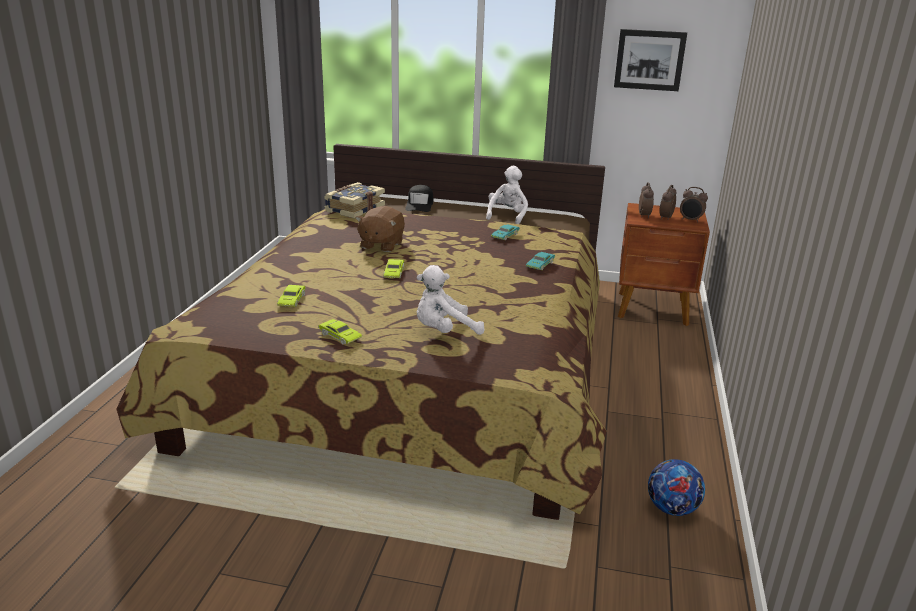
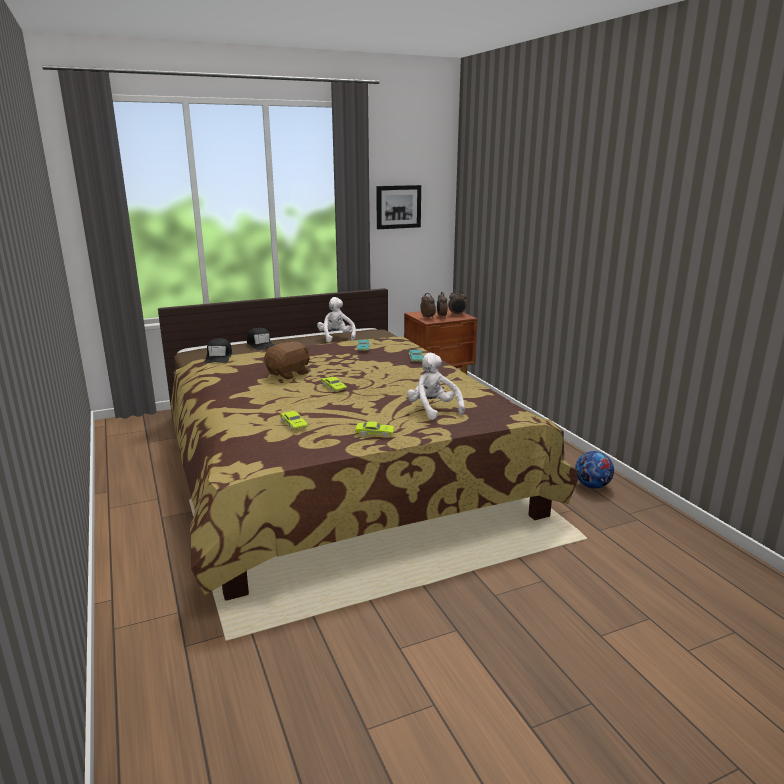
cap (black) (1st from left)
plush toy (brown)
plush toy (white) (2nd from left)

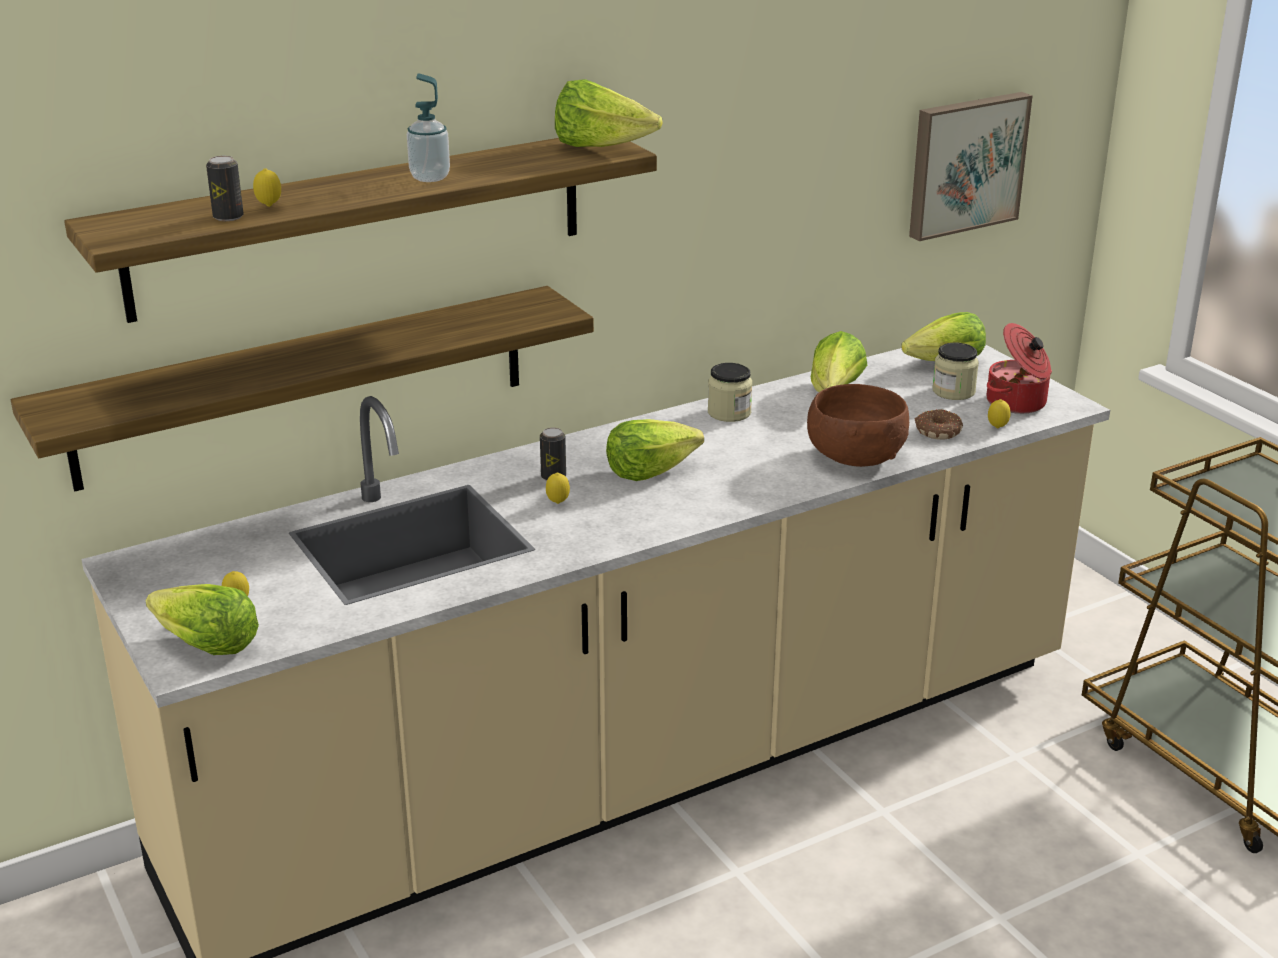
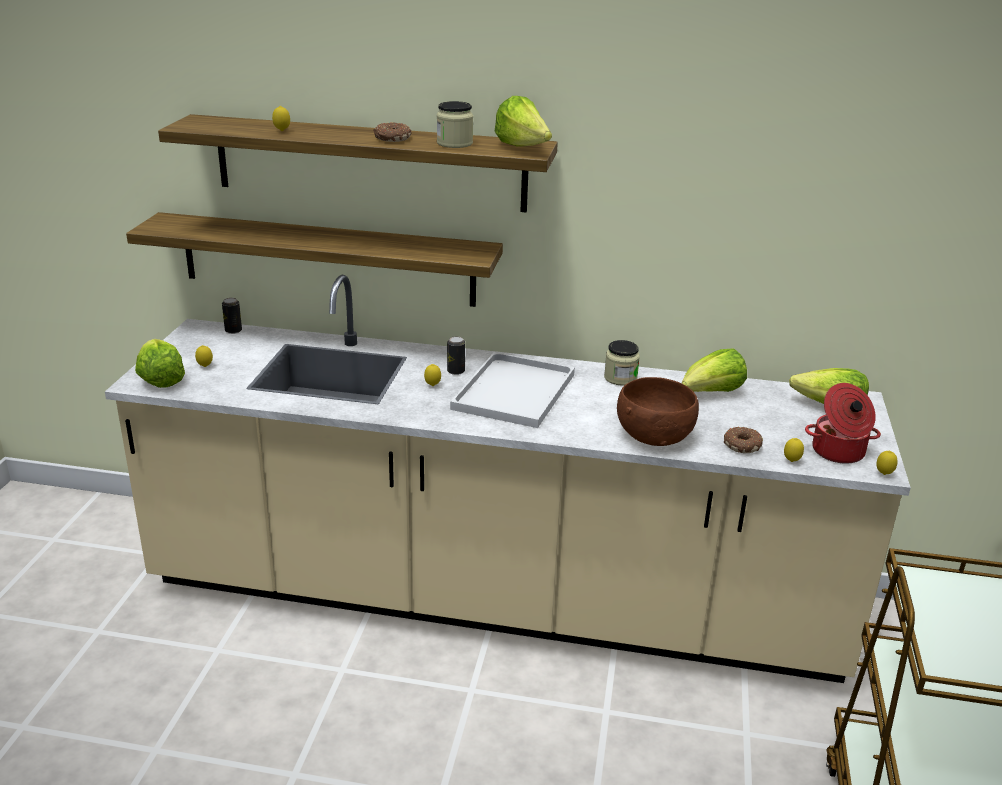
can (1st from left)
donut (1st from left)
tray (white)
picture
jar (1st from left)
lemon (5th from left)

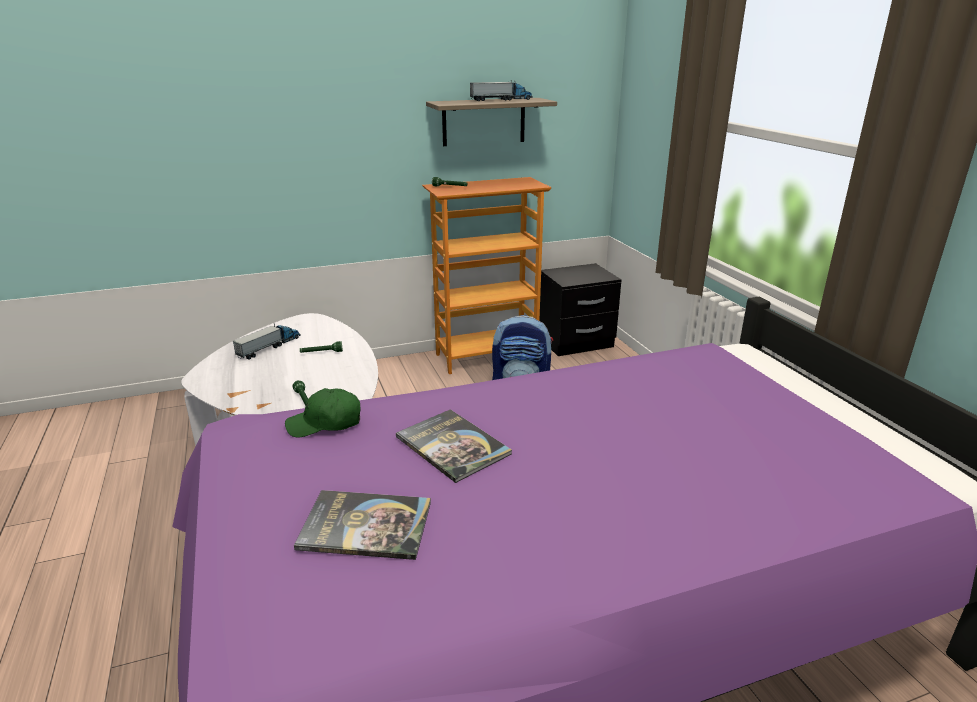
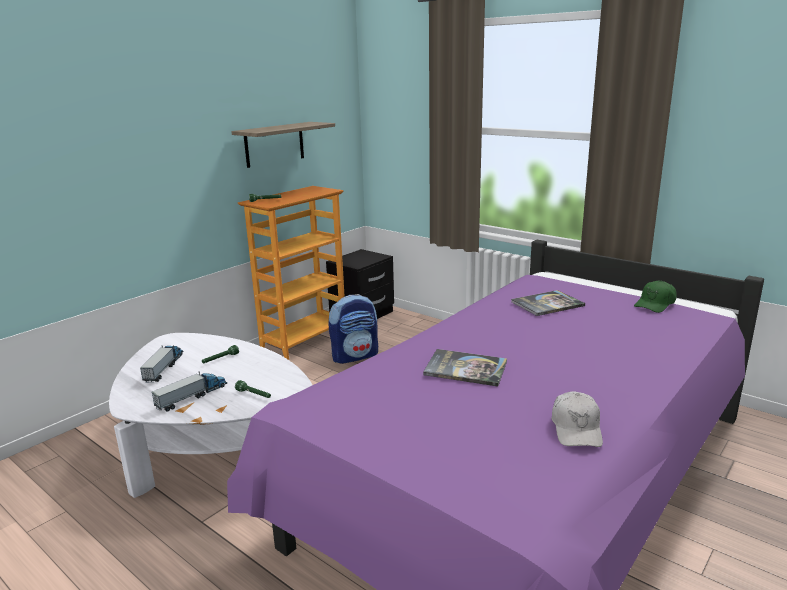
cap (green)
book (2nd from left)
toy truck (2nd from left)
cap (white)

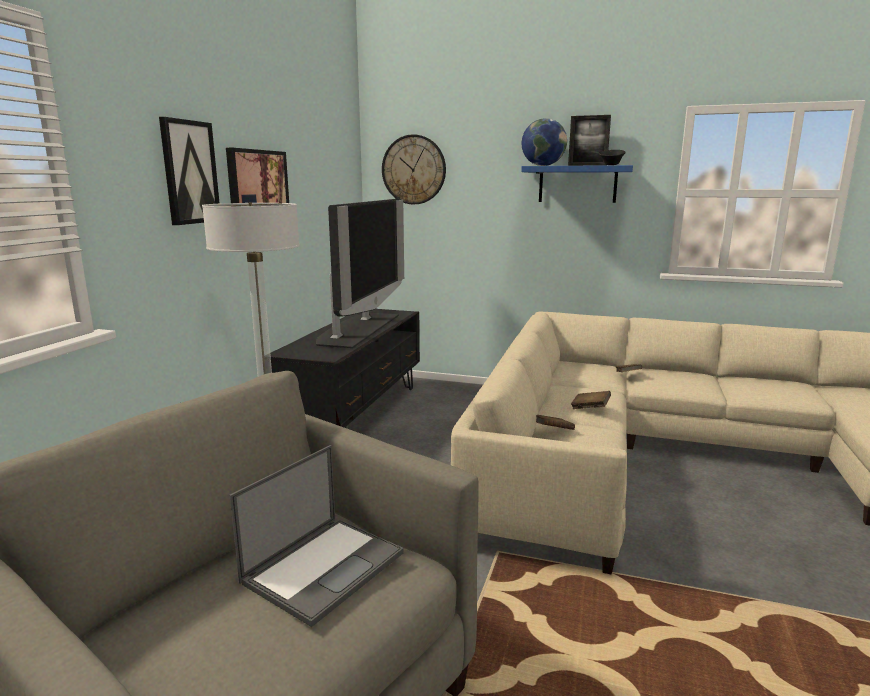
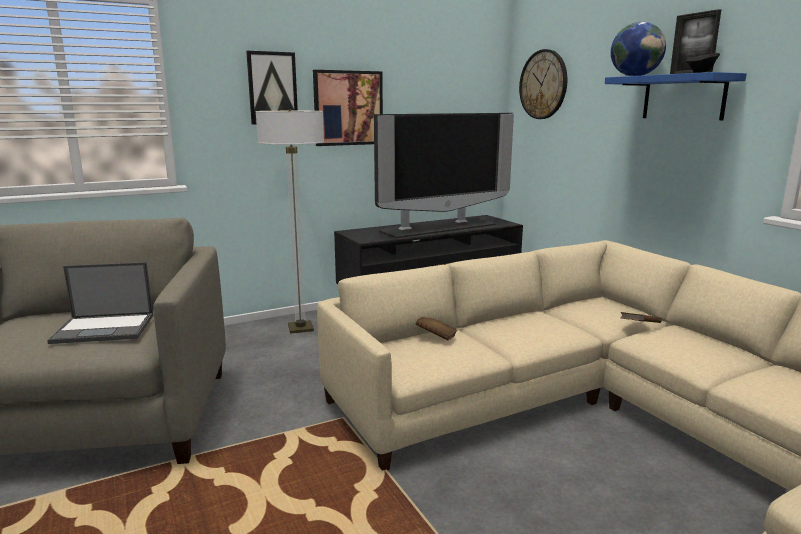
book (brown) (2nd from left in the first image)

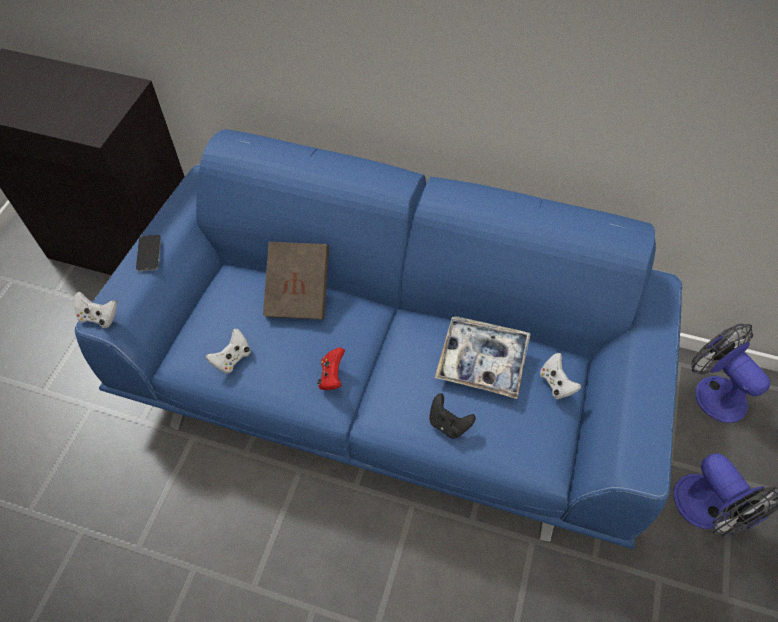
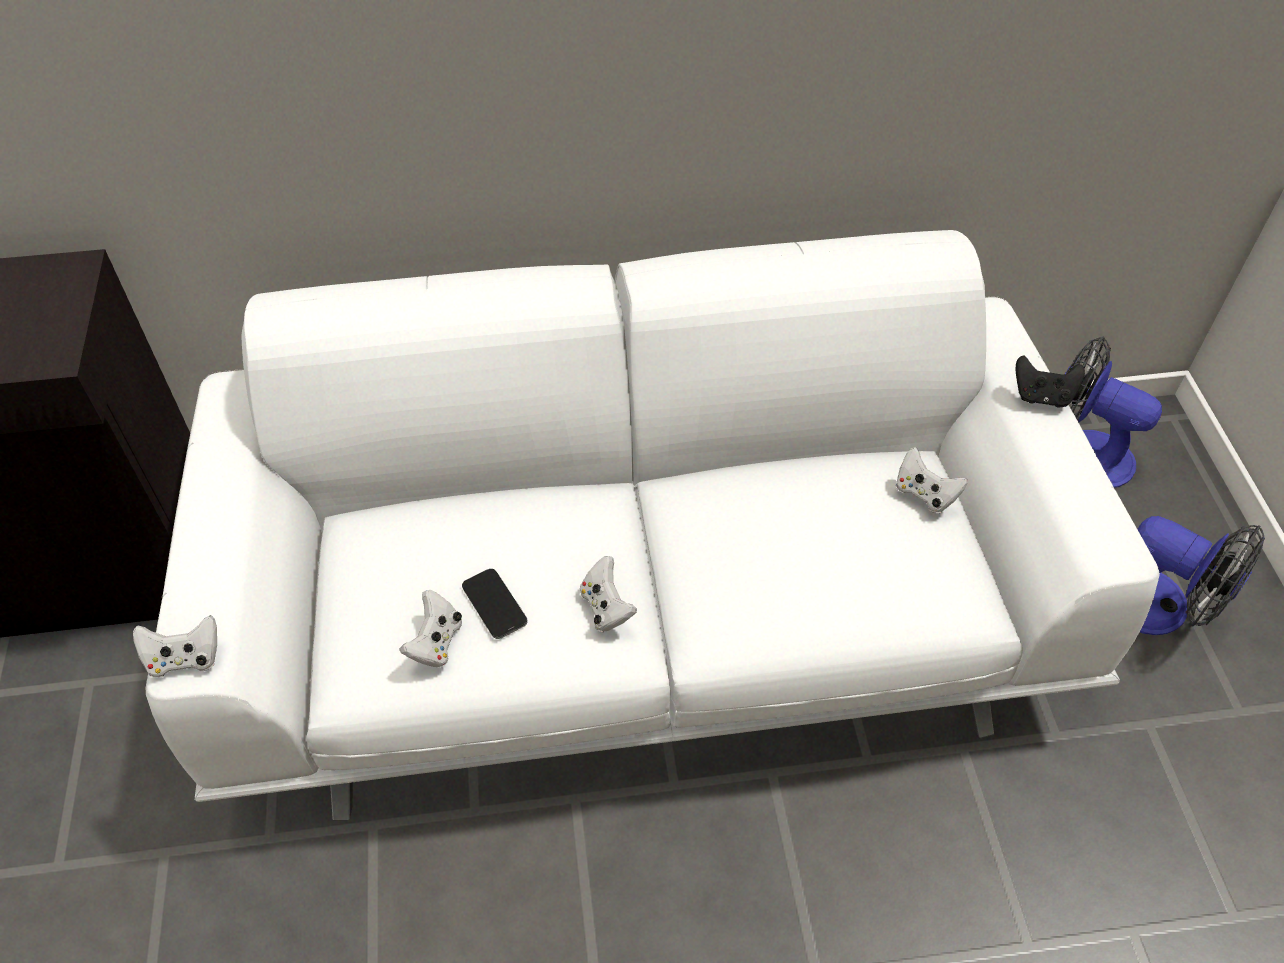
sofa (white)
phone
book (brown)
game controller (white) (3rd from left)
game controller (black)
tray

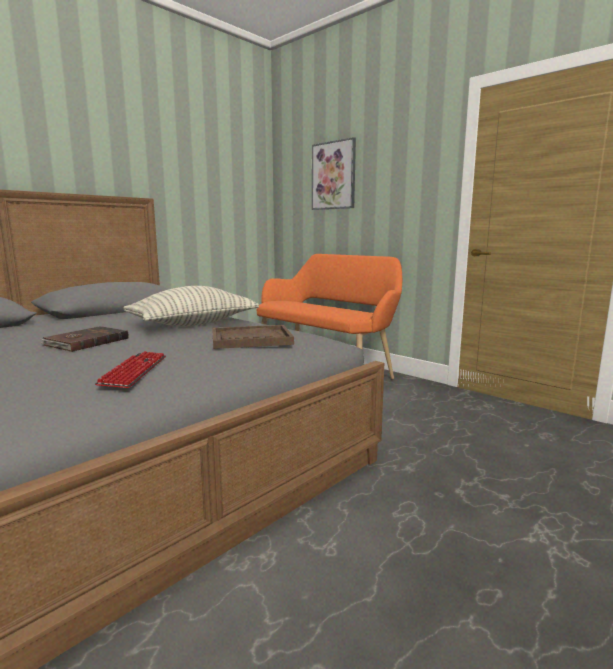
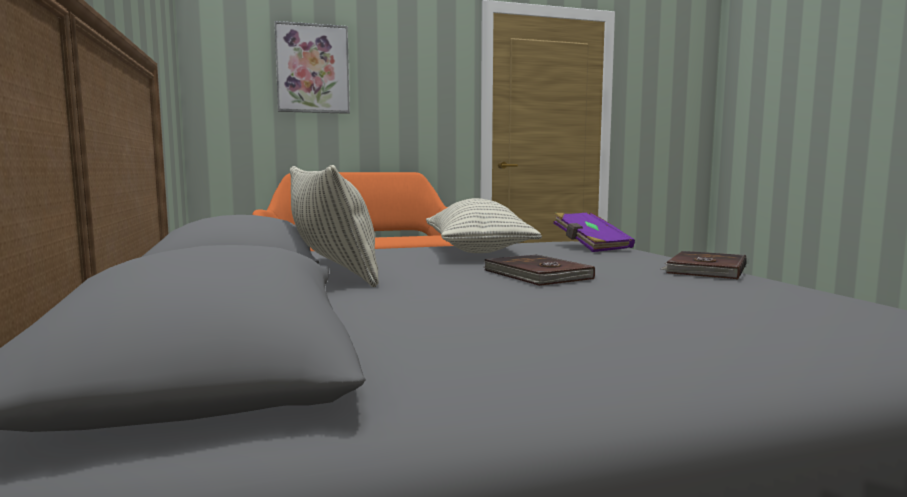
book (brown) (2nd from left)
book (purple)
pillow (1st from left)

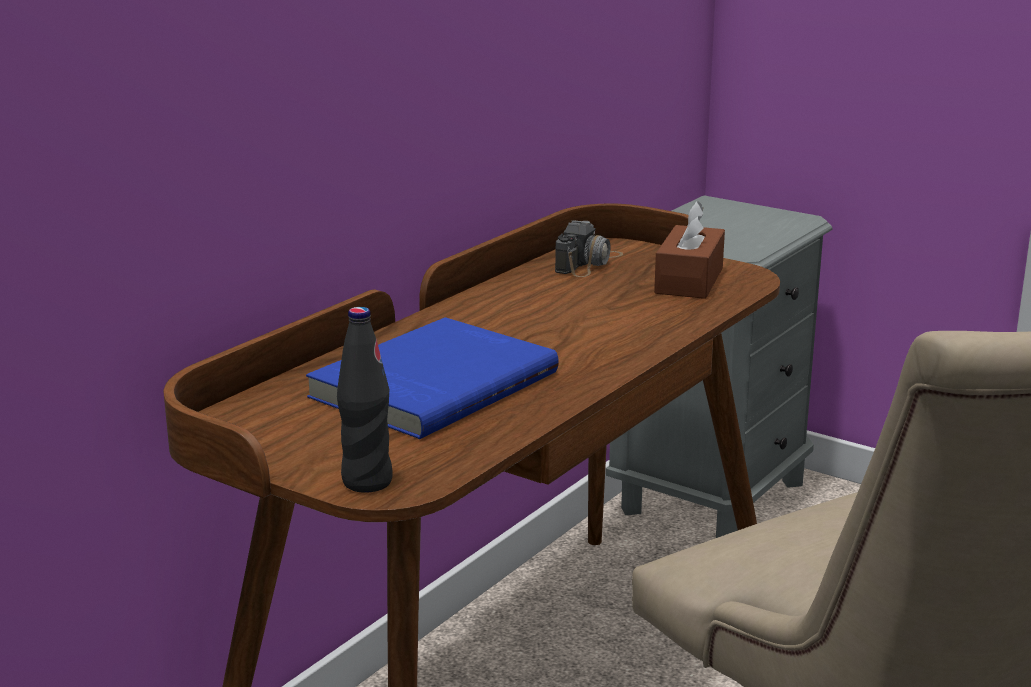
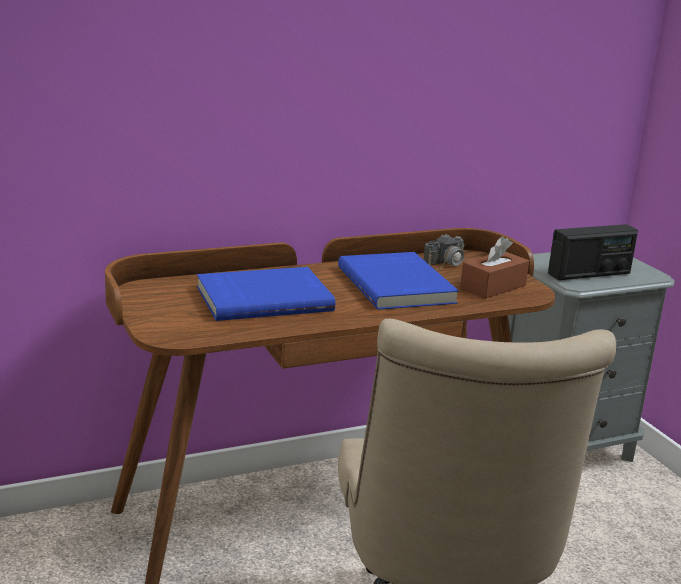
bottle (black)
book (blue) (2nd from left)
radio

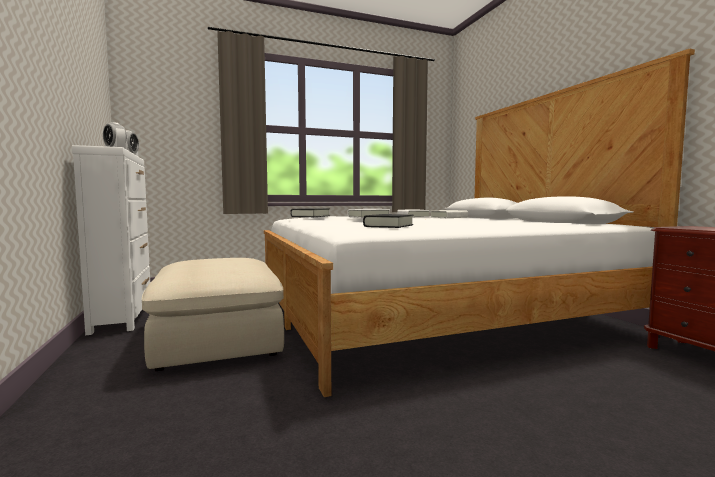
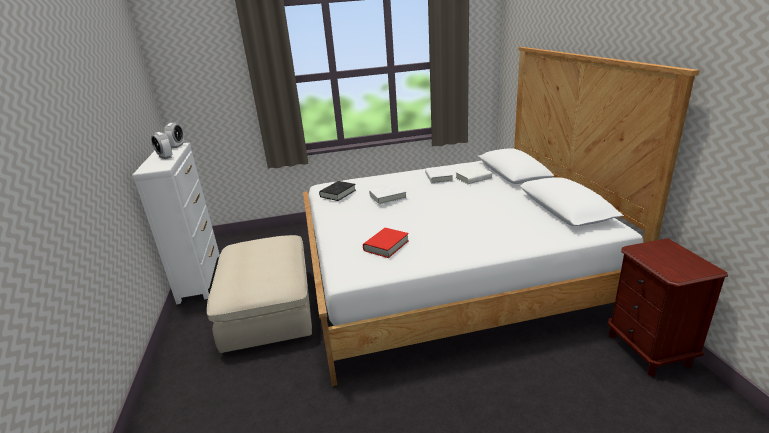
book (red)

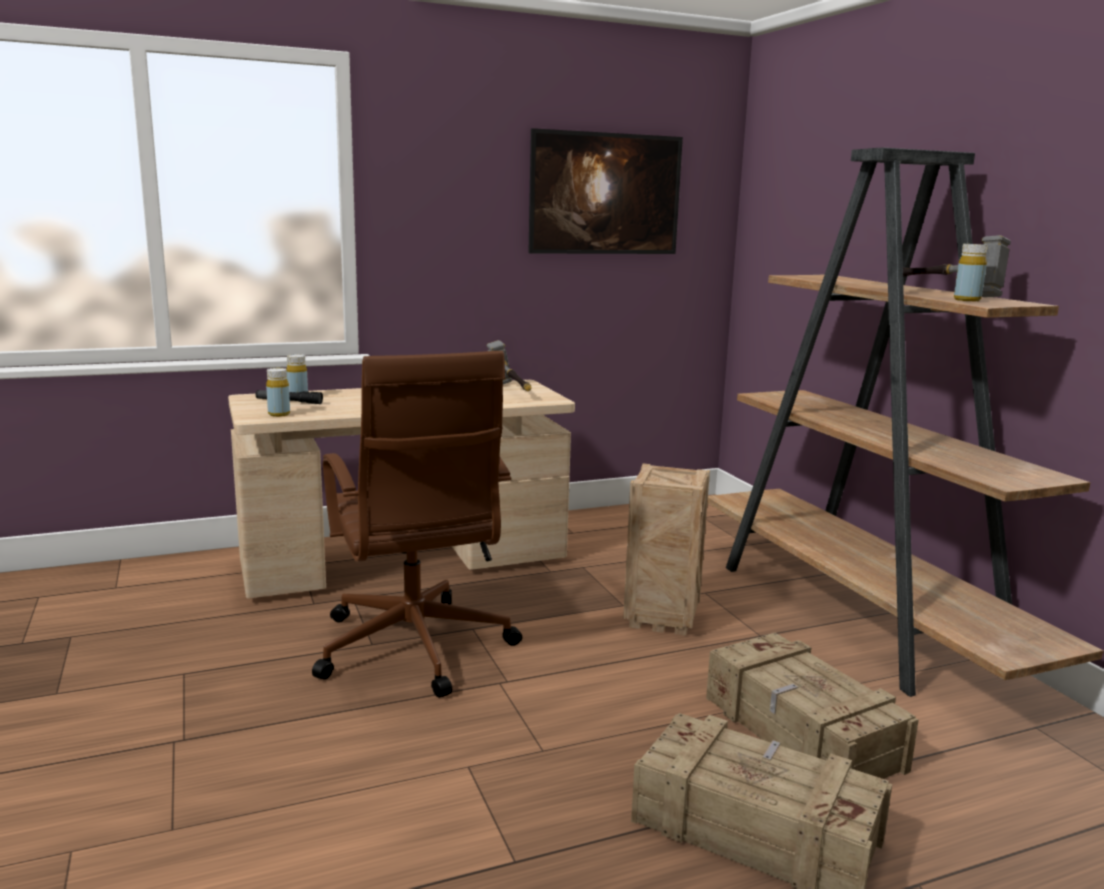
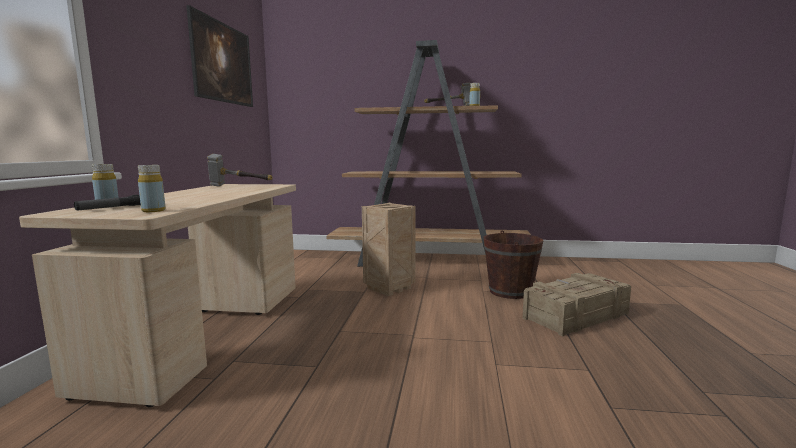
office chair (brown)
bucket (brown)

